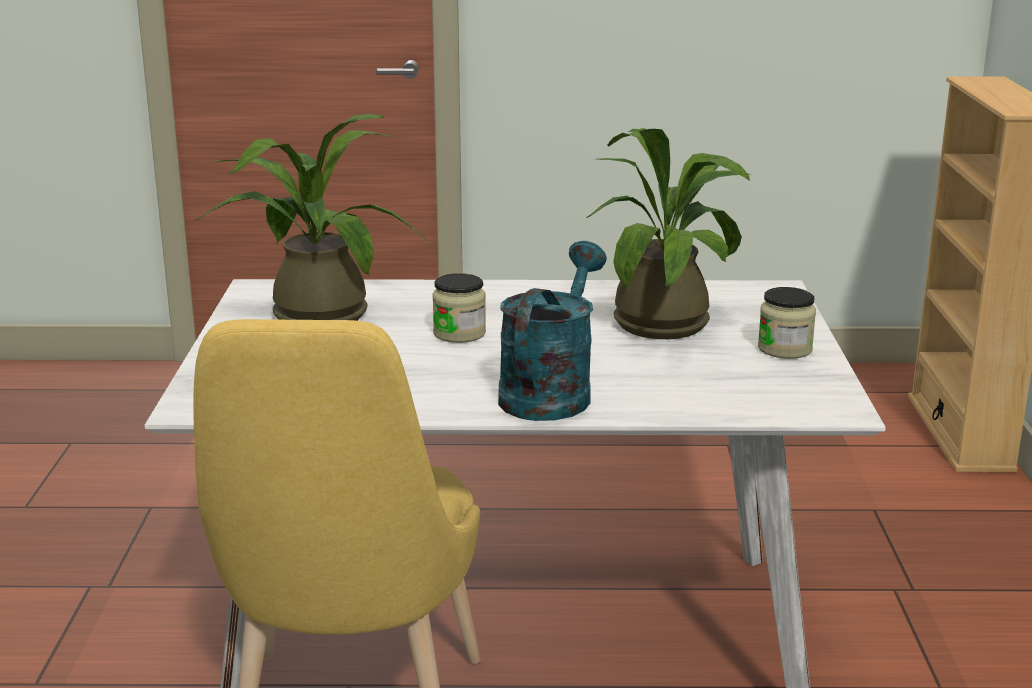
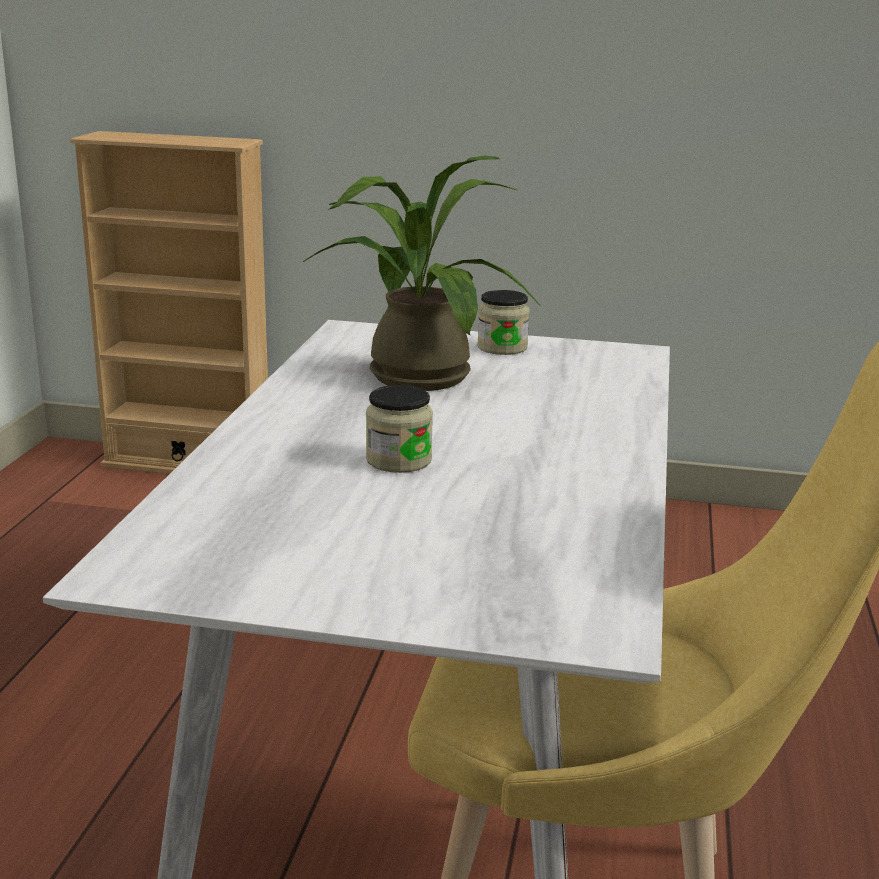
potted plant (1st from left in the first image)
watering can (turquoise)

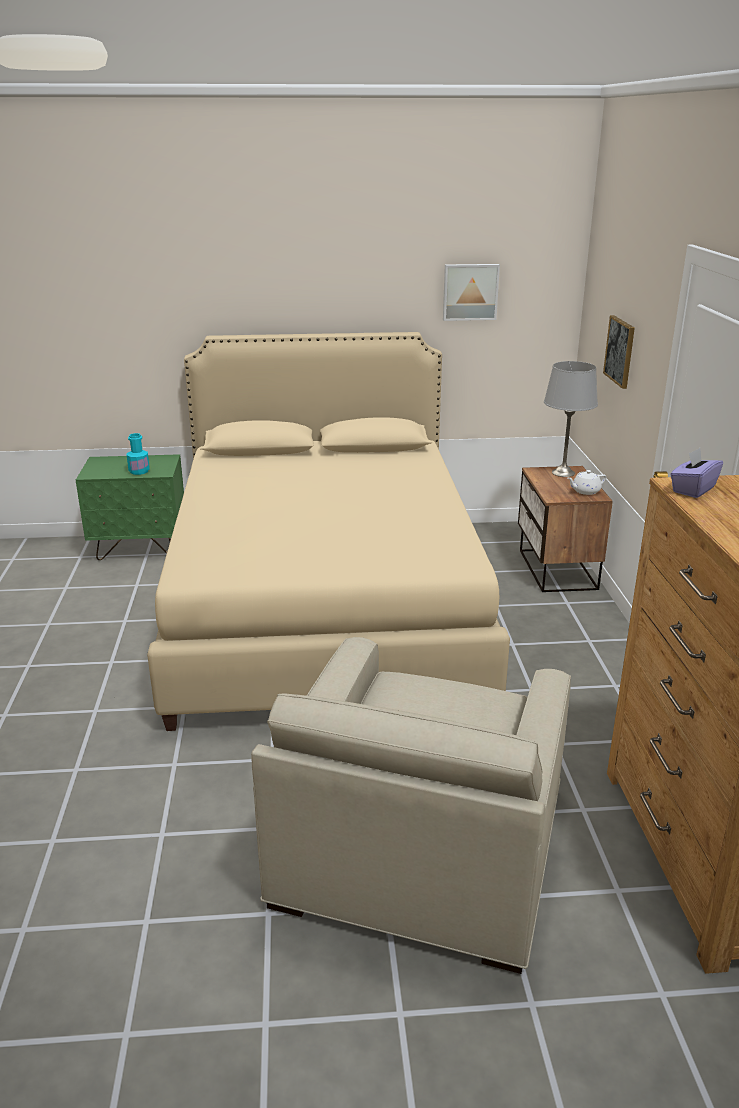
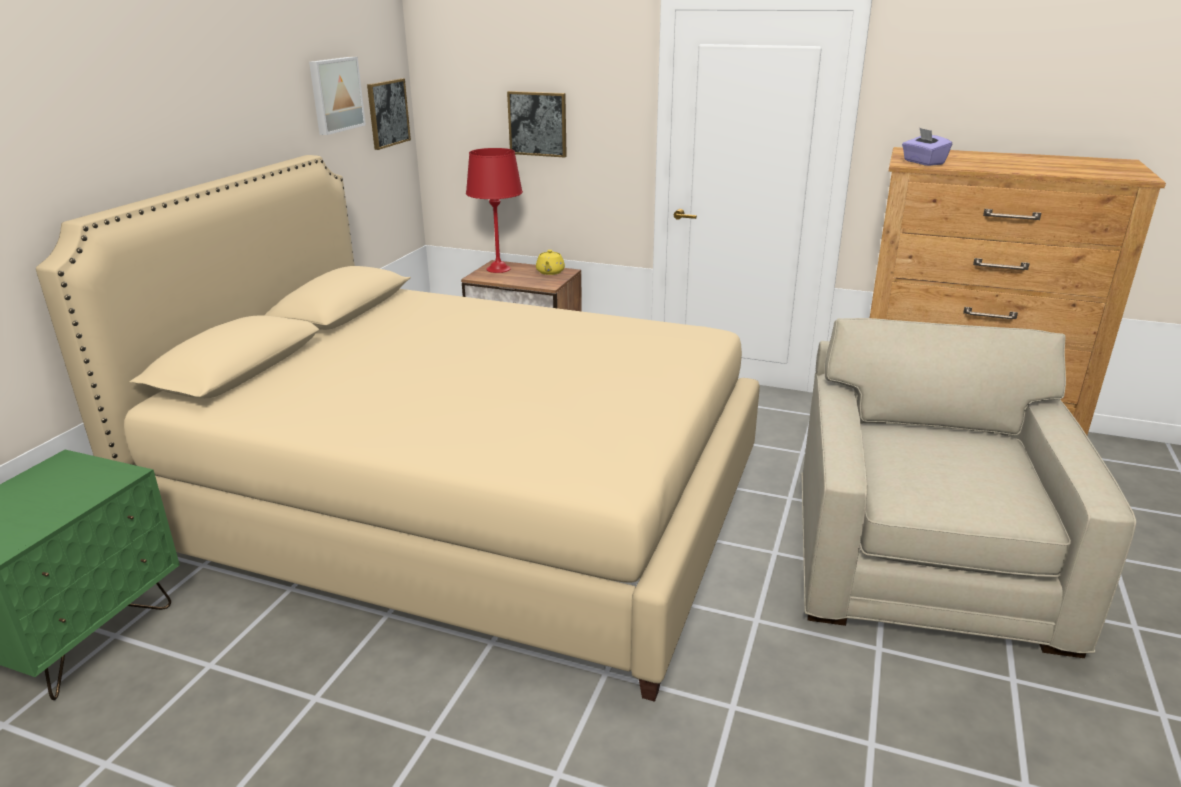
bottle (turquoise)
armchair (beige)
table lamp (red)
teapot (yellow)
picture (2nd from left)

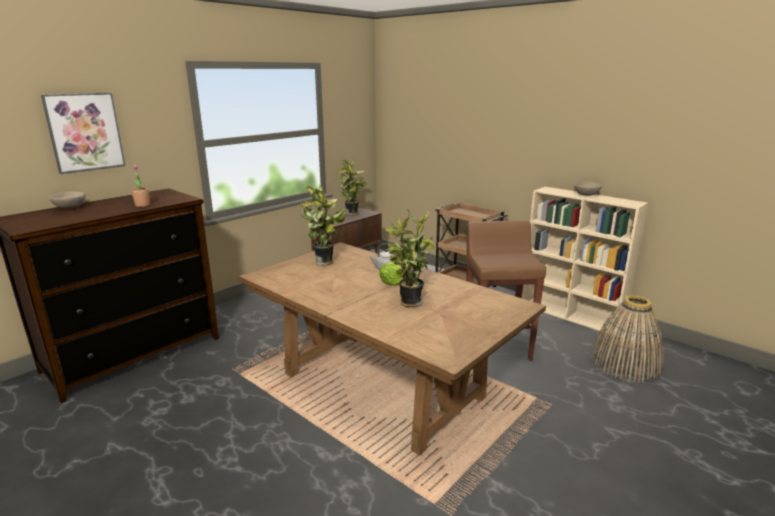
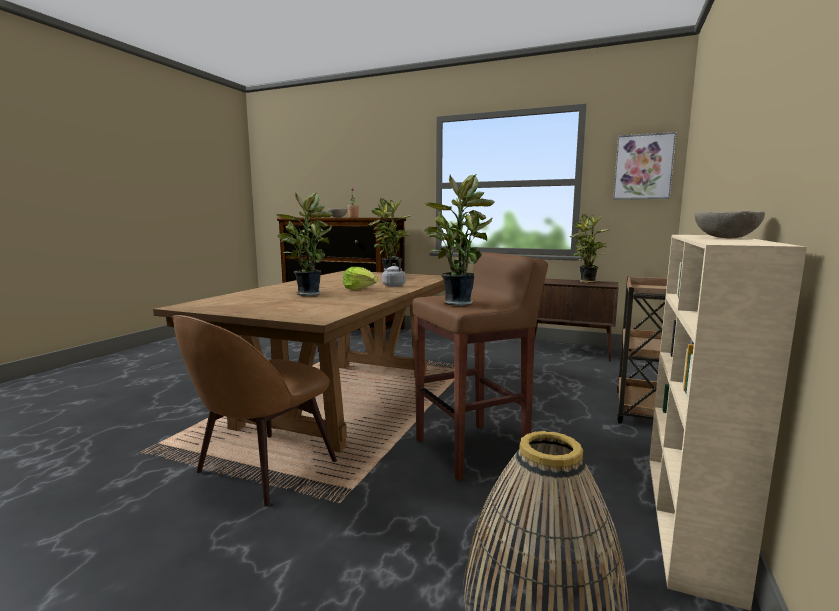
picture
chair (brown)
potted plant (4th from left)

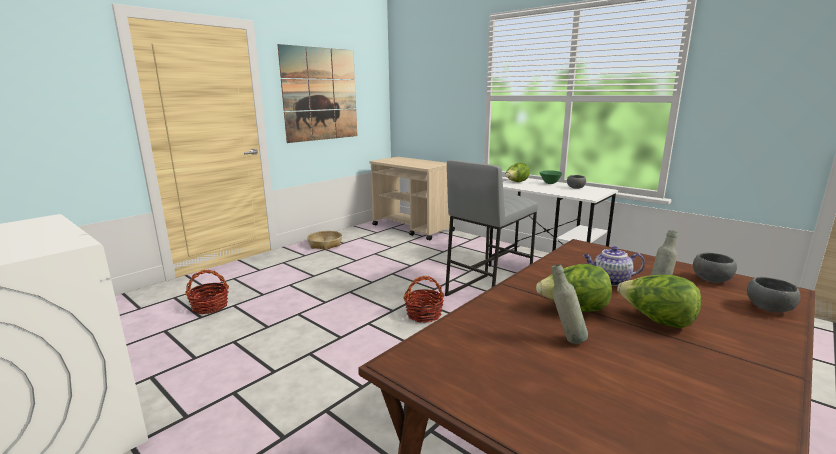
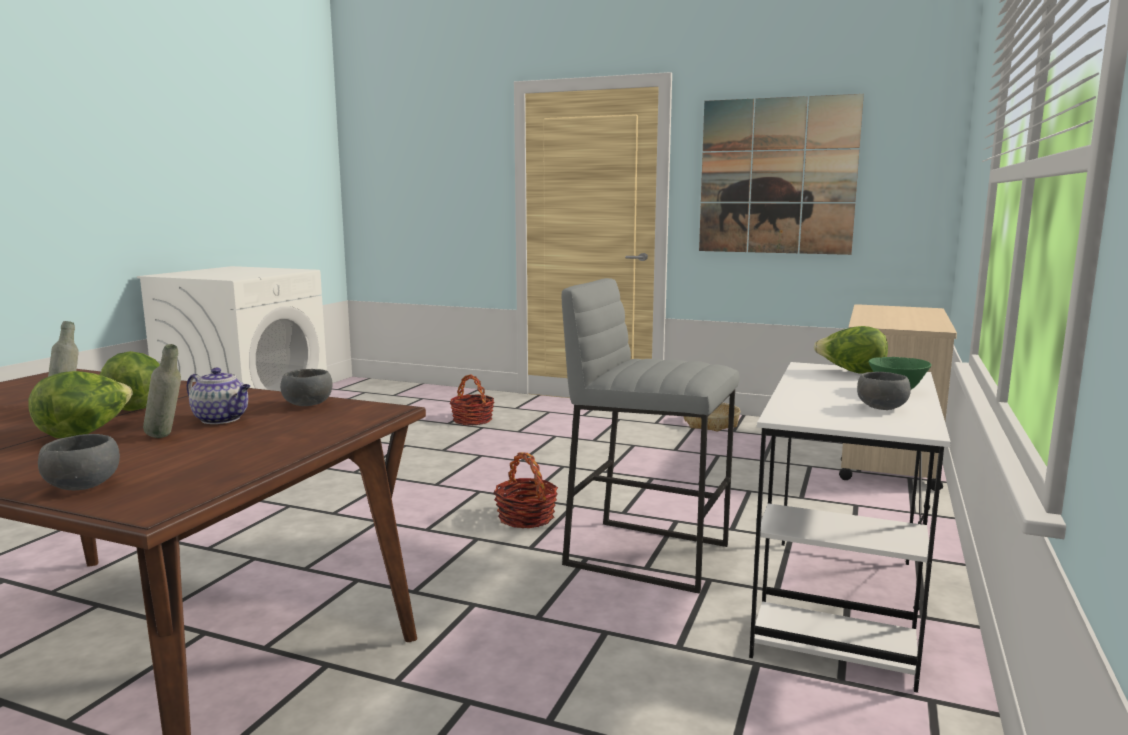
teapot
bowl (grey) (2nd from left)

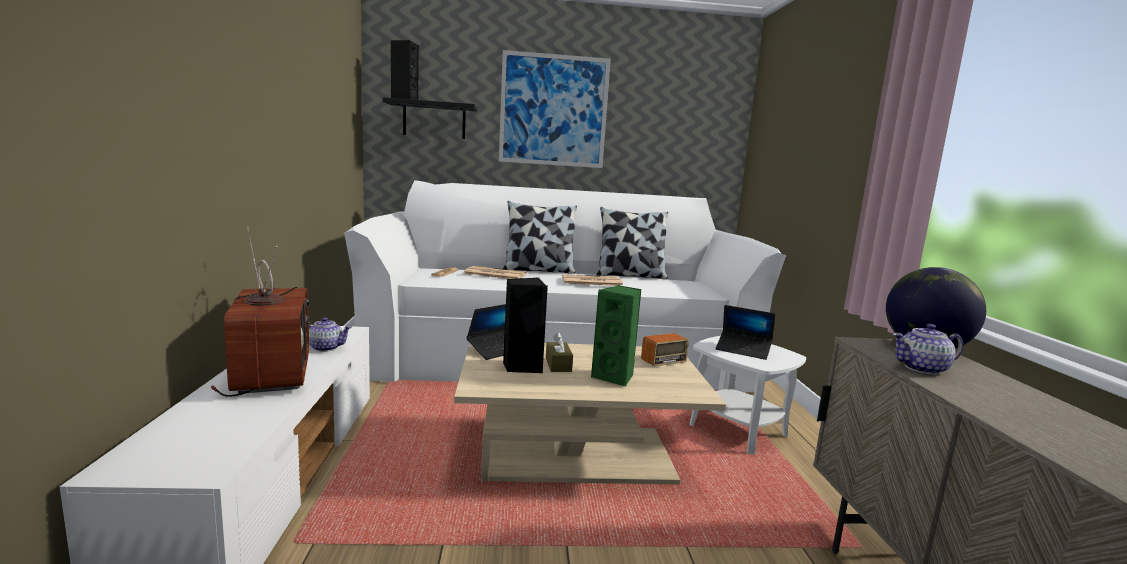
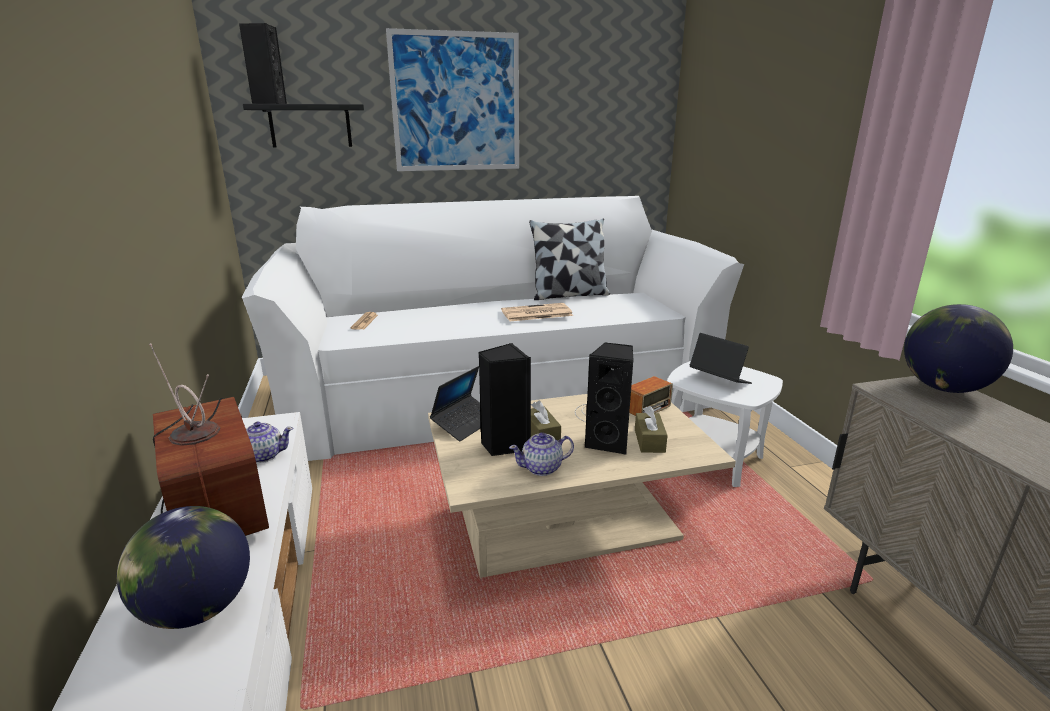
newspaper (2nd from left in the first image)
pillow (1st from left in the first image)
speaker (black) (3rd from left)
laptop (2nd from left)
teapot (2nd from left)
globe (1st from left)
tissue box (brown) (2nd from left)

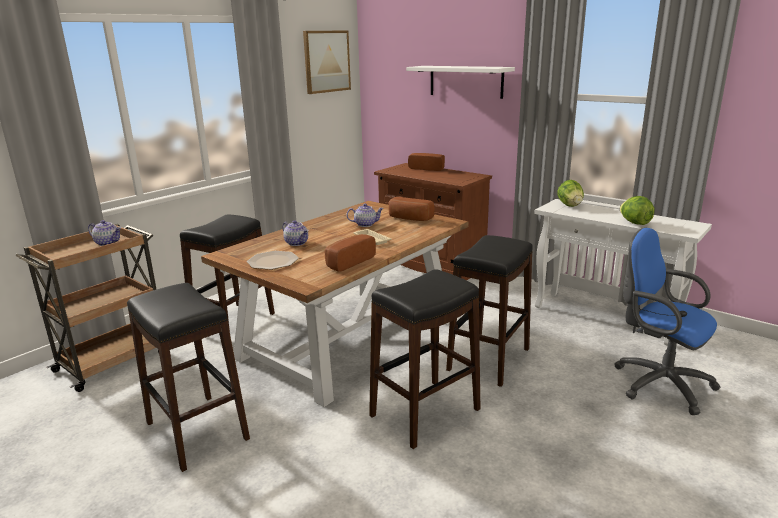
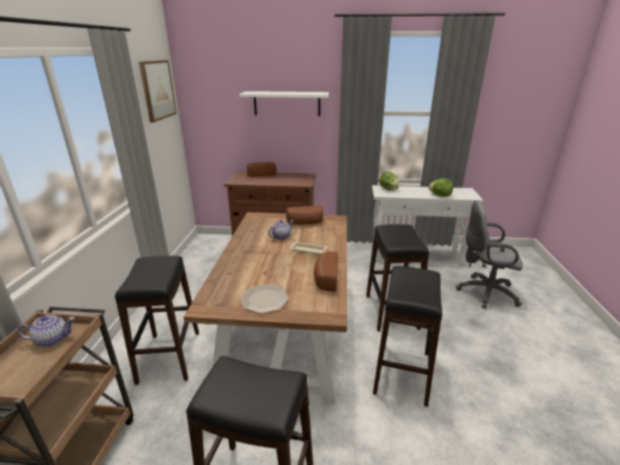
teapot (2nd from left in the first image)
office chair (grey)

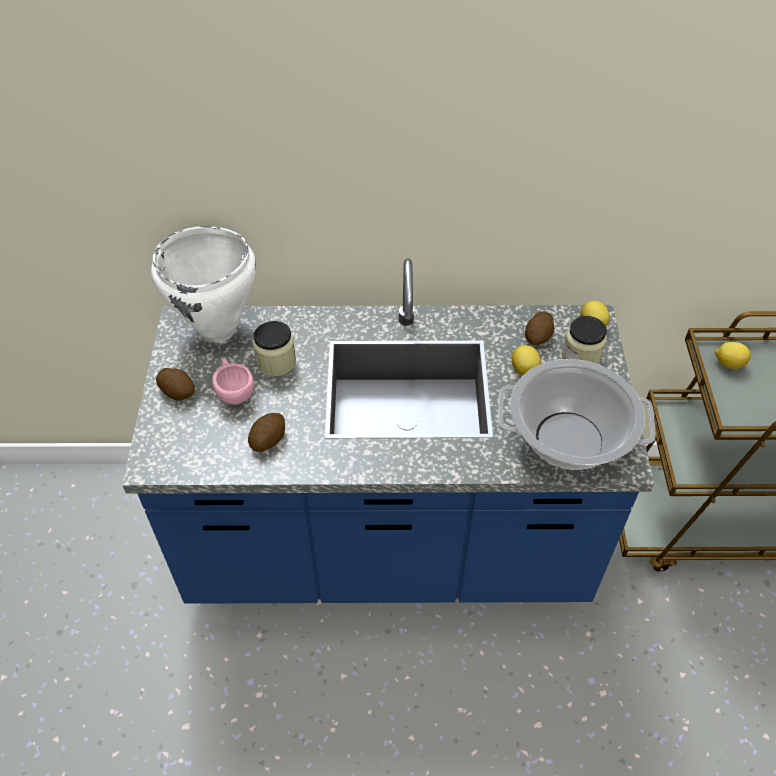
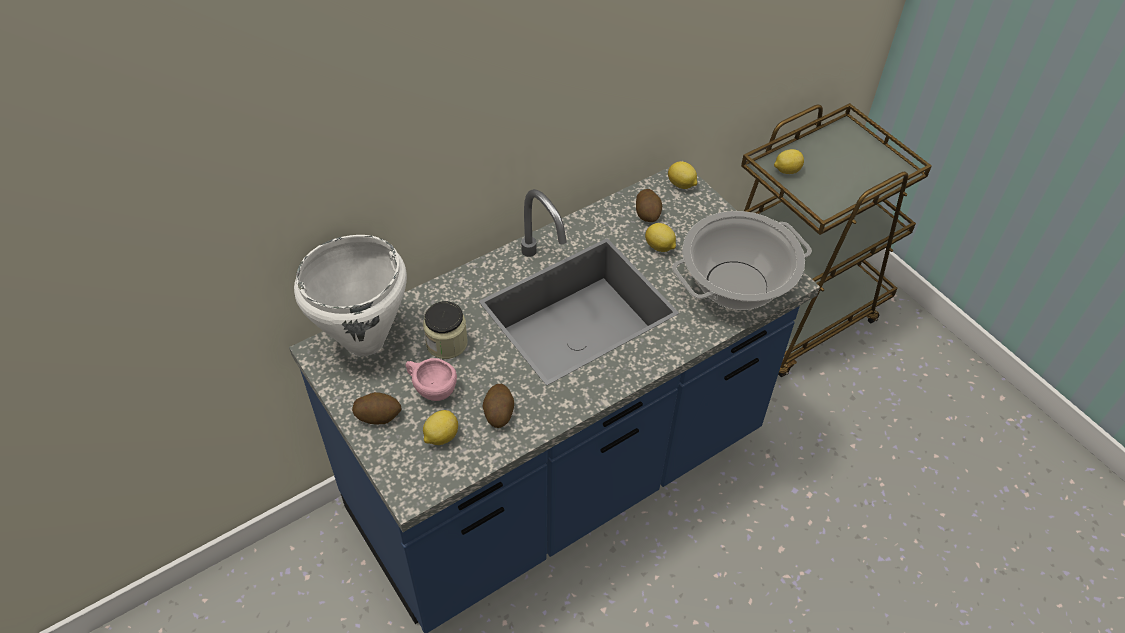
jar (2nd from left in the first image)
lemon (1st from left)

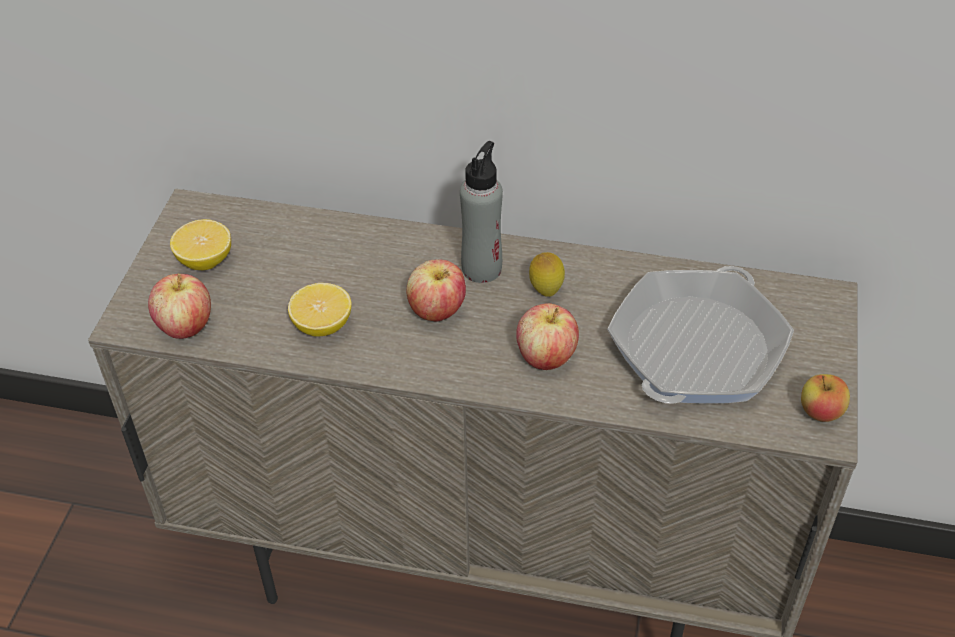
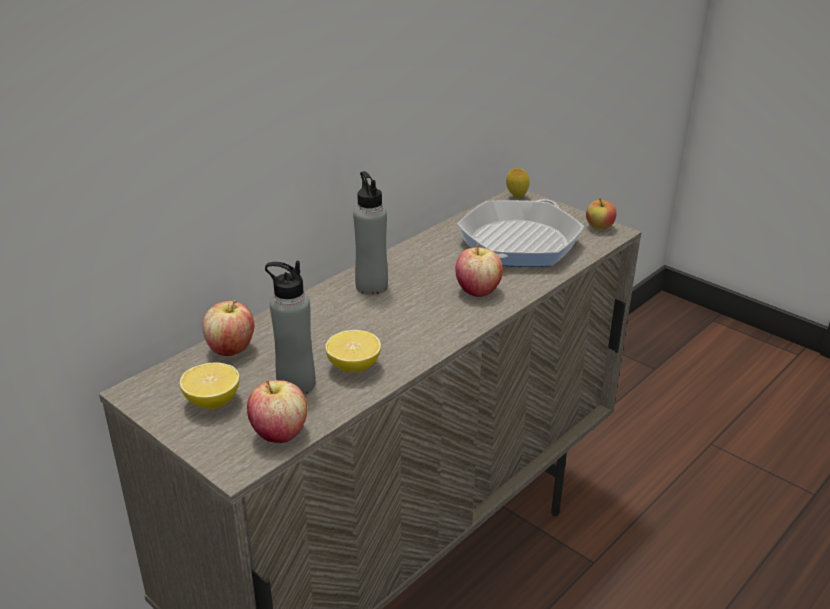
apple (1st from left)
lemon (3rd from left)
frying pan
bottle (grey) (1st from left)

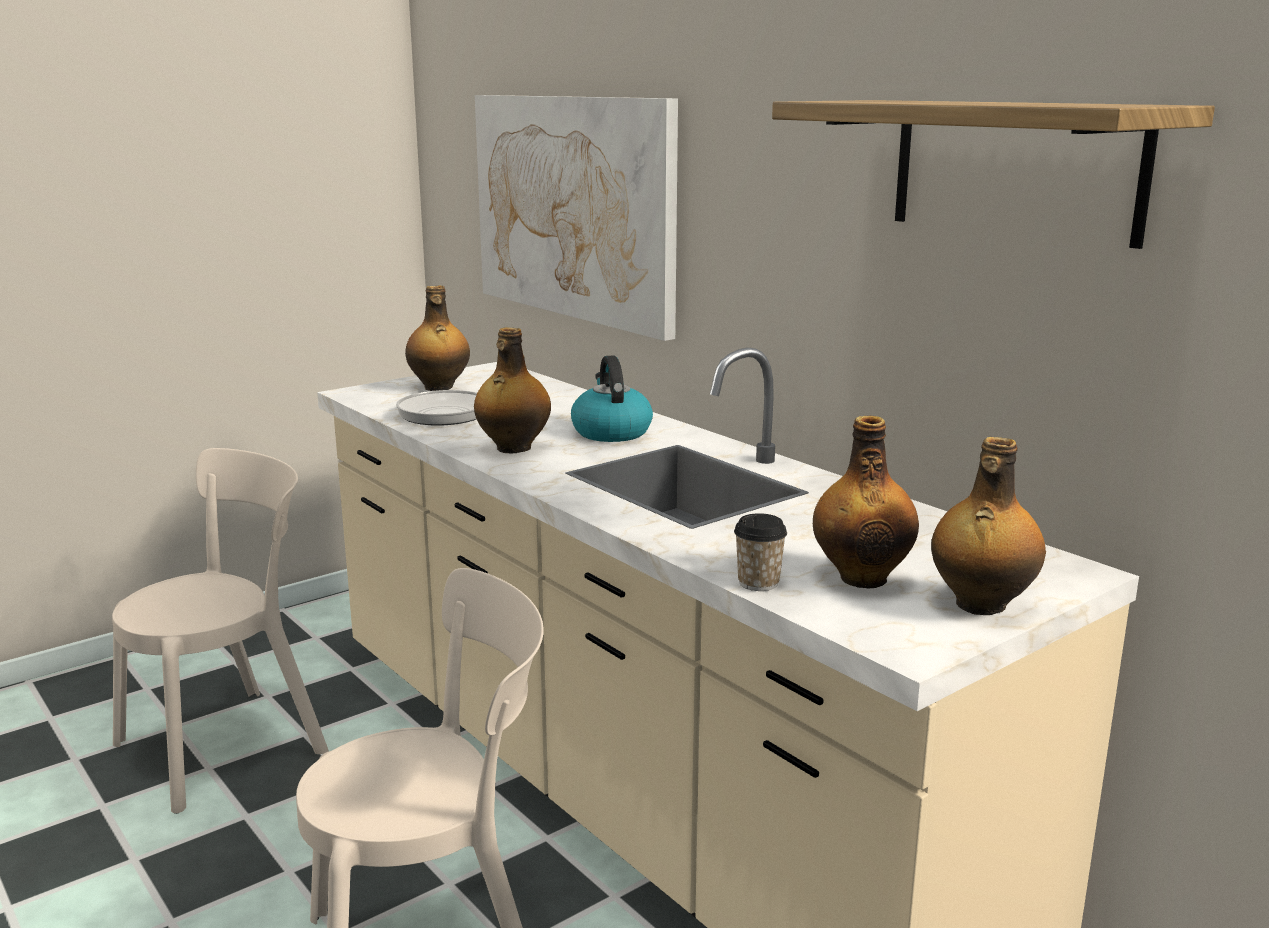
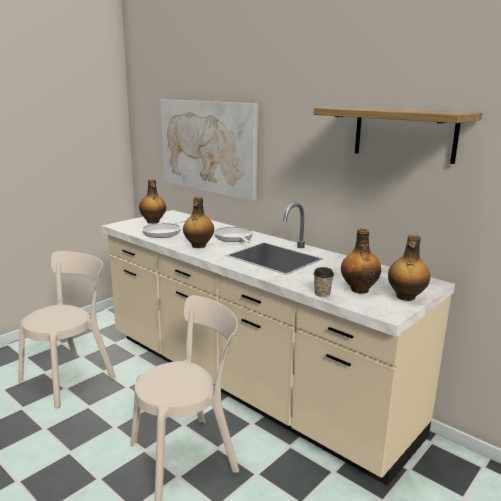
frying pan (2nd from left)

